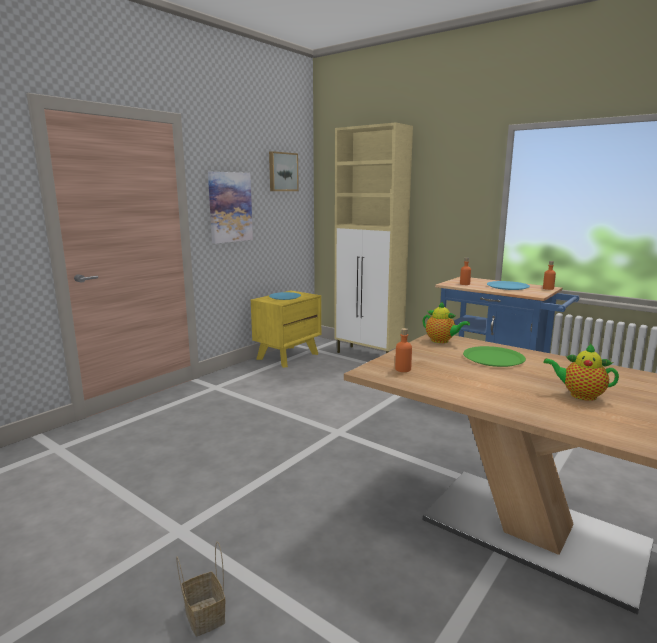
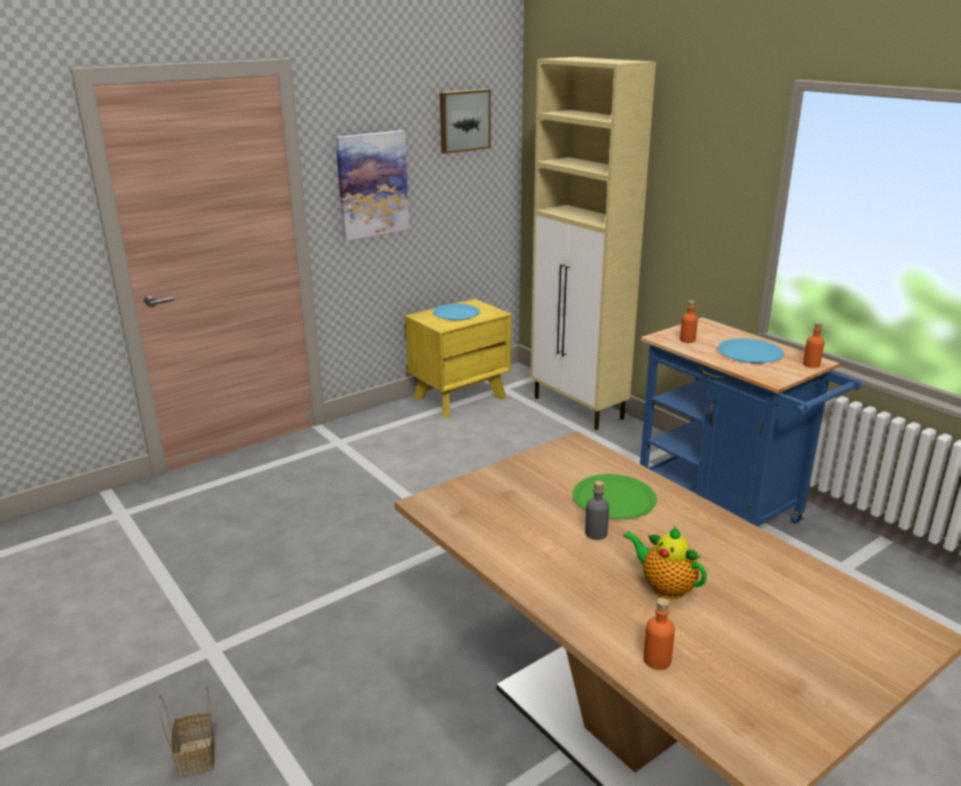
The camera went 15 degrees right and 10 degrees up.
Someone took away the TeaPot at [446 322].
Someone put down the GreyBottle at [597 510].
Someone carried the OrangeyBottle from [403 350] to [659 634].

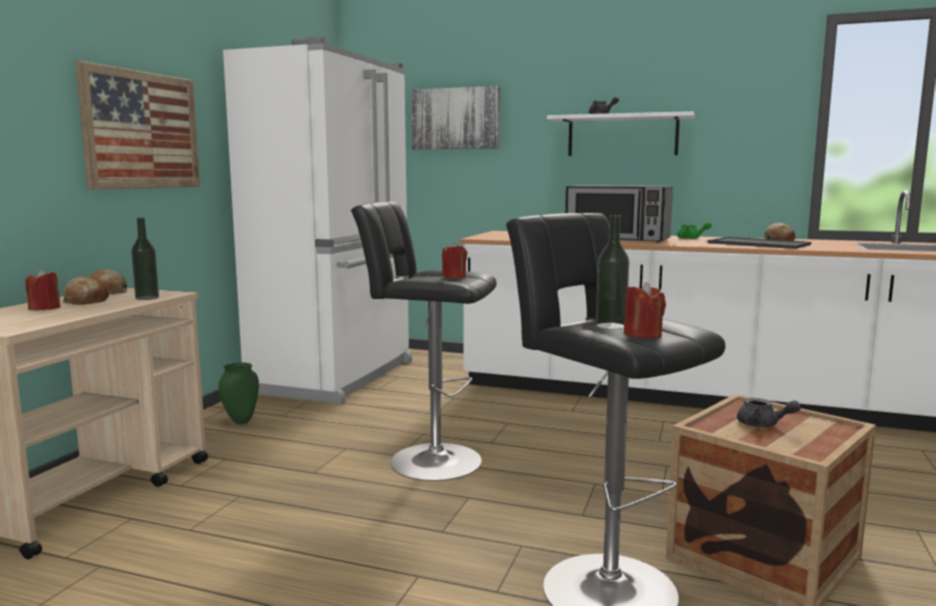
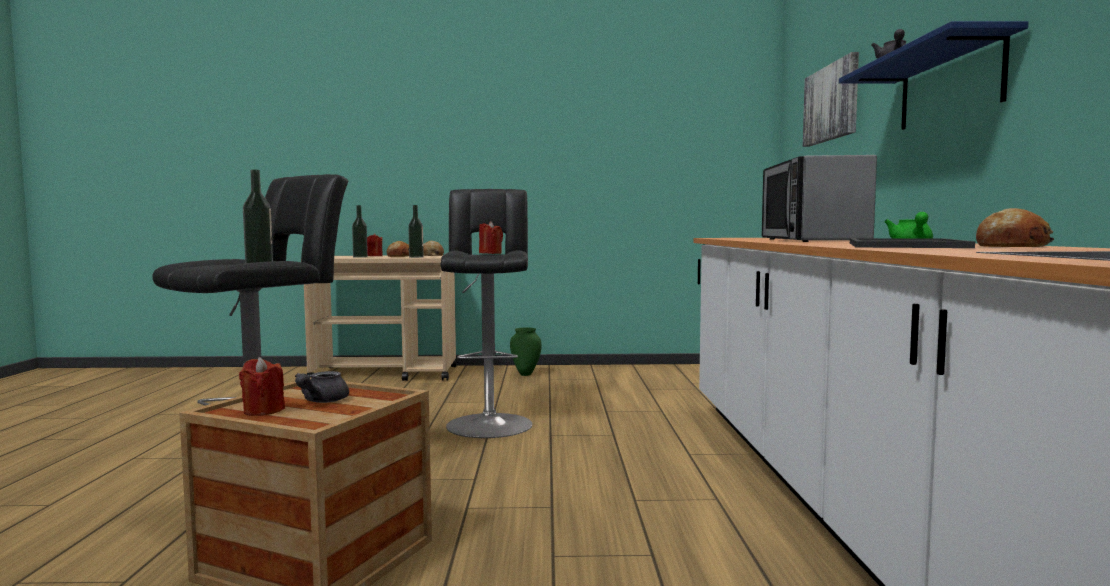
The camera went 70 degrees right and 5 degrees down.
Someone took away the WallPicture at [137 125].
Someone took away the WhitishFridge at [318 220].
Someone put down the Bottle at [360 231].
Someone carried the ReddishWaxLight from [645 310] to [262 386].
Someone repainted the WhitishWallShelf at [621 133], which became the BlueWallShelf at [933 75].

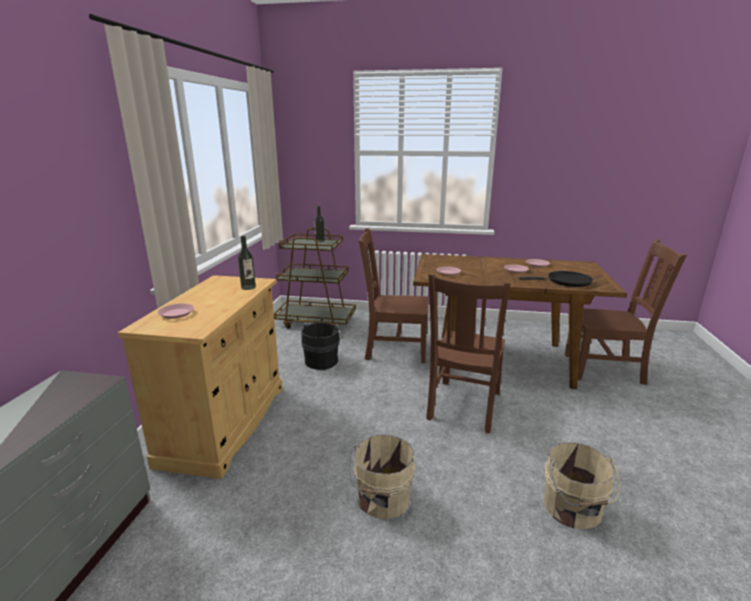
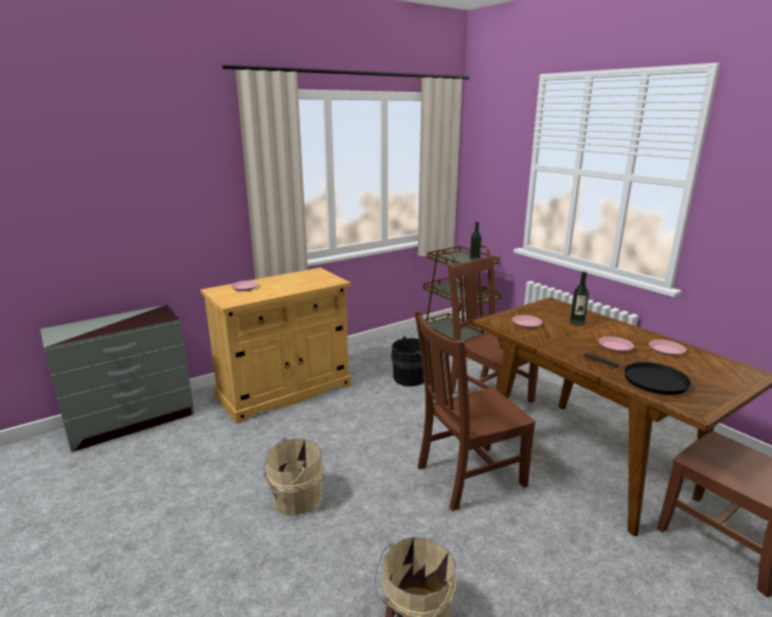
The camera went 45 degrees right and 0 degrees up.
Someone carried the Bottle from [247 263] to [579 298].

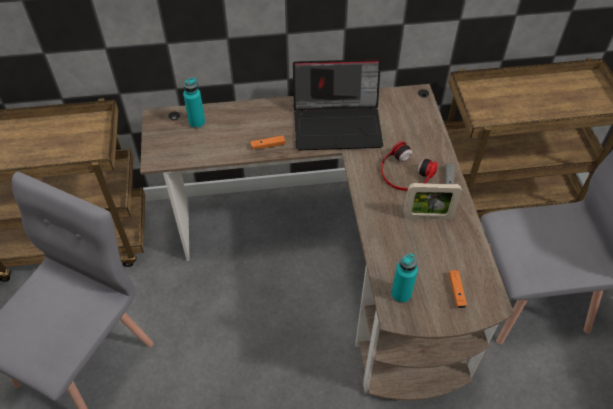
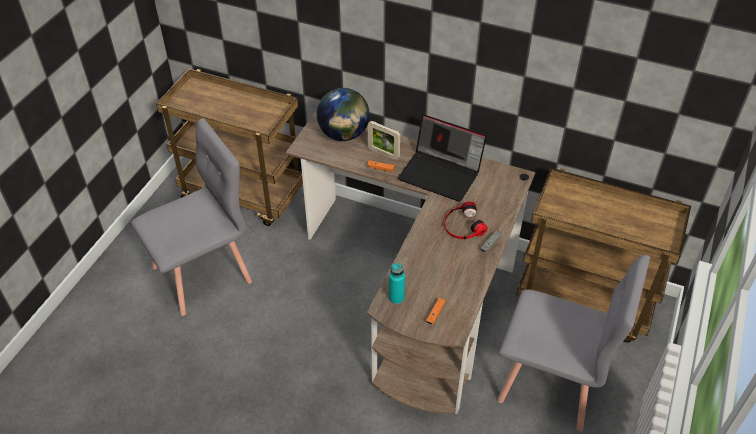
The camera went 30 degrees right and 5 degrees down.
Someone carried the PictureFrame from [432 201] to [384 140].
Someone swapped the TurquoiseColouredBottle at [194 103] for the WorldGlobe at [343 114].

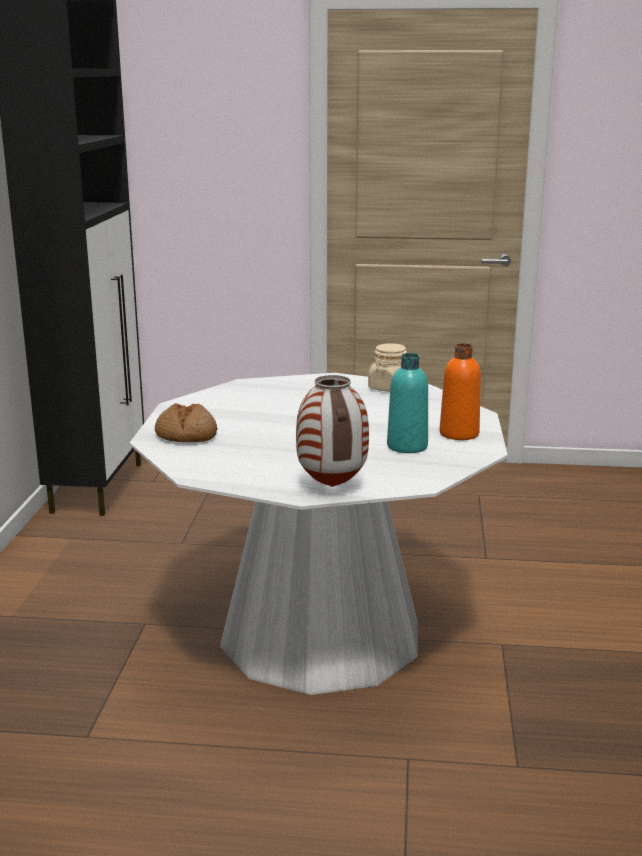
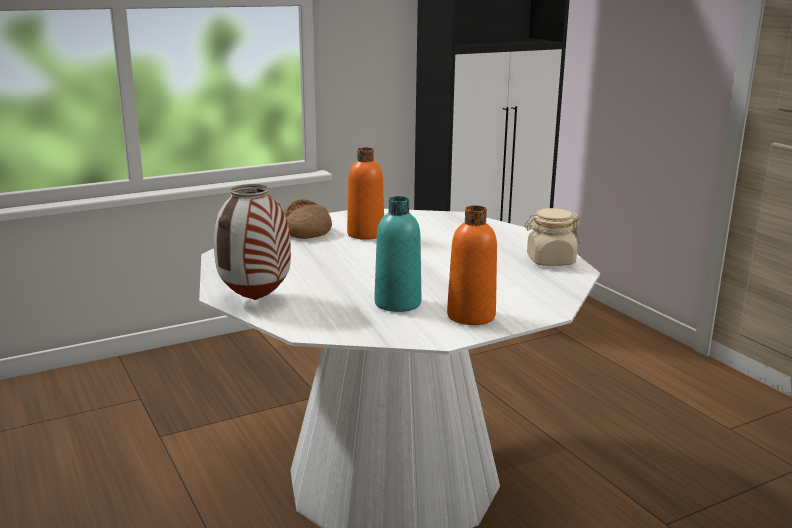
The camera went 55 degrees right and 0 degrees up.
Someone put down the OrangeyBottle at [365 193].

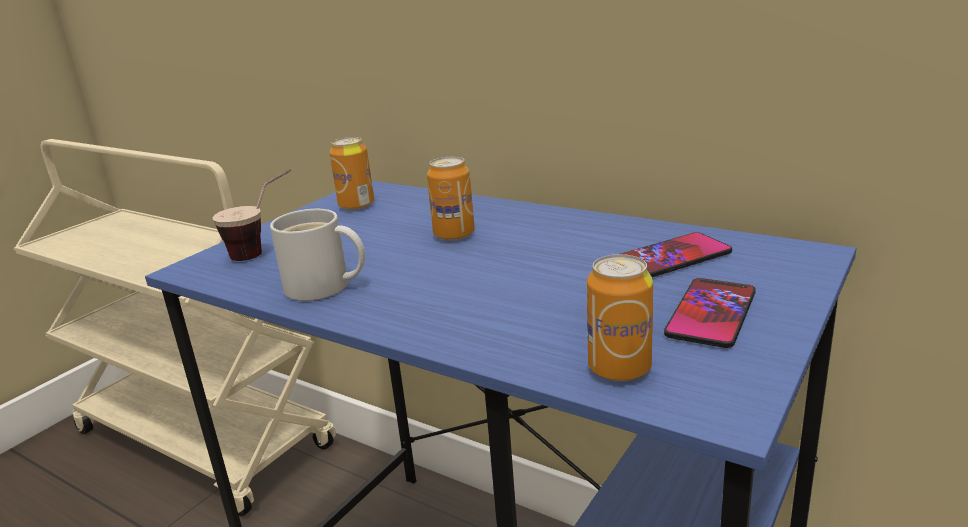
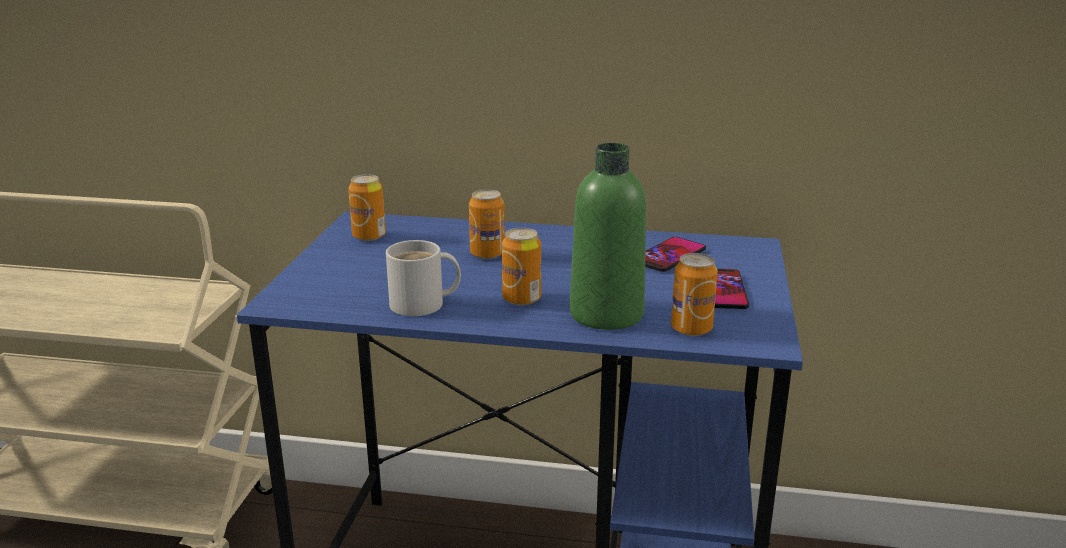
The camera went 25 degrees left and 0 degrees up.
Someone took away the Cup at [252 215].
Someone put down the Can at [521 267].
Someone put down the GreenishBottle at [607 236].

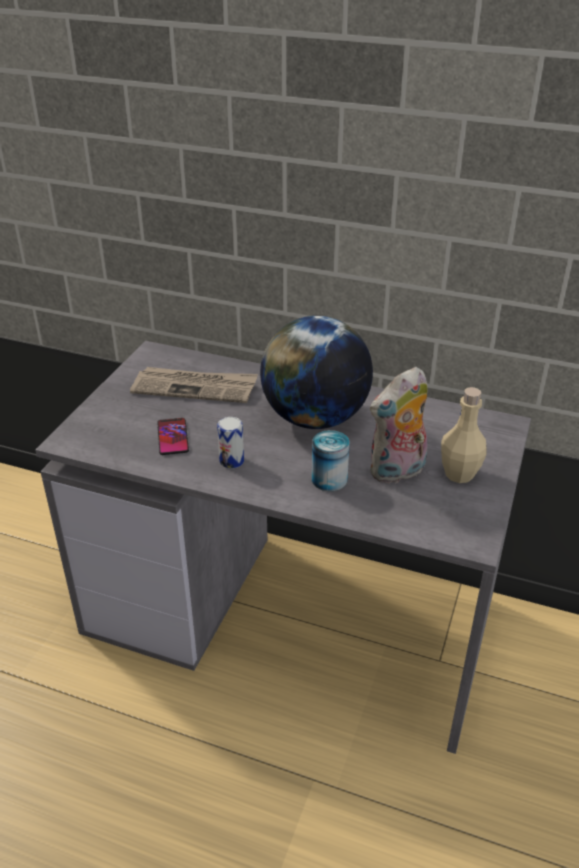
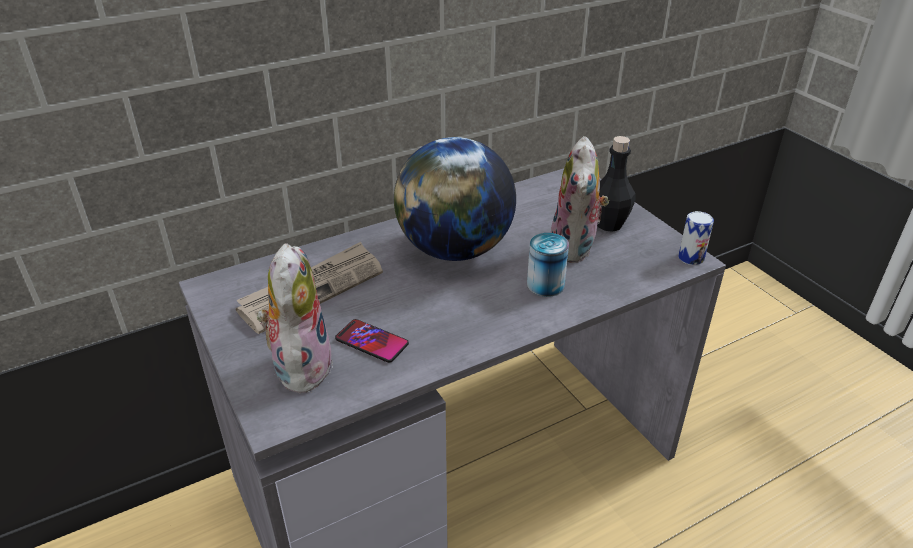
The camera went 50 degrees left and 0 degrees up.
Someone put down the CuddlyToy at [295 319].
Someone carried the Can from [230 443] to [696 238].
Someone repainted the BeigeColouredBottle at [464 435], which became the BlackColouredBottle at [616 184].

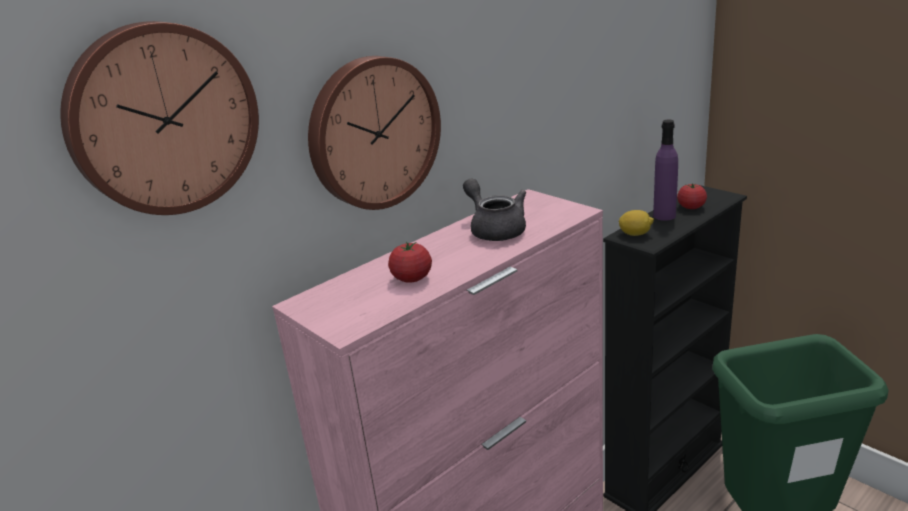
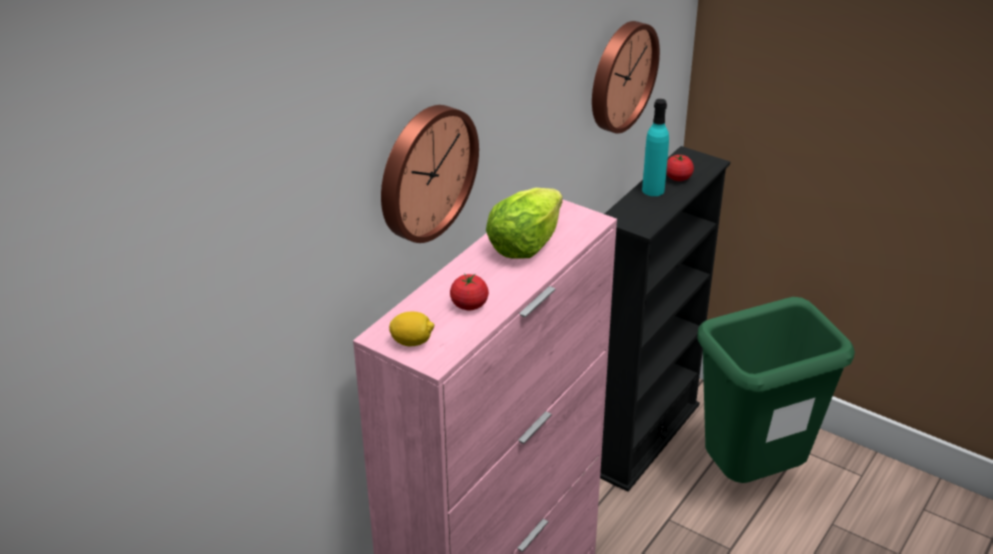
The camera went 15 degrees left and 10 degrees up.
Someone carried the ClockOnTheWall from [159 118] to [626 77].
Someone carried the CitrusFruit from [636 223] to [411 329].
Someone swapped the GreyTeaPot at [494 209] for the HeadOfLettuce at [524 223].
Someone repainted the PurpleBottle at [665 170], which became the TurquoiseColouredBottle at [655 147].

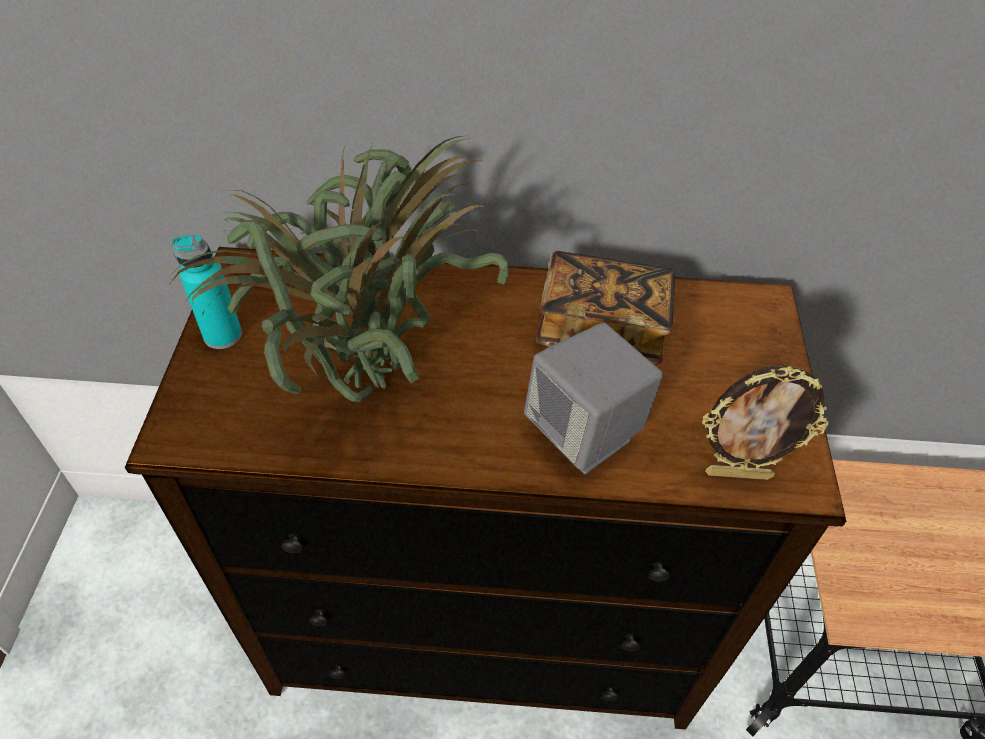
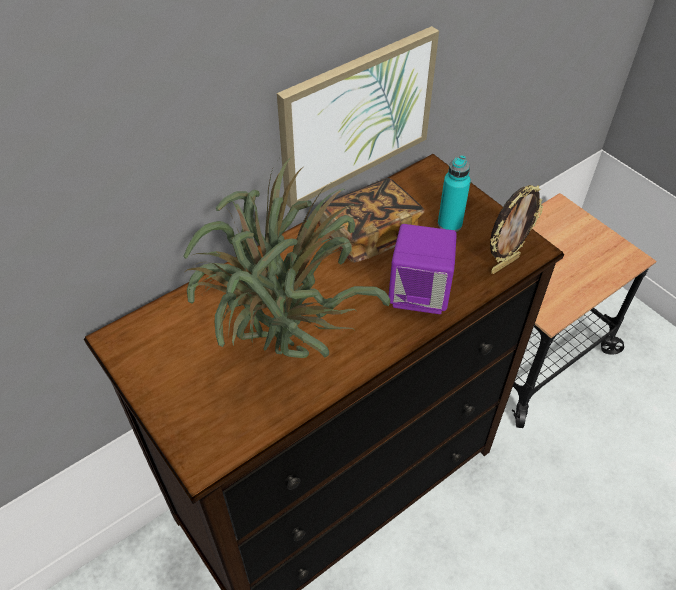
The camera went 40 degrees left and 0 degrees up.
Someone put up the WallPicture at [358 117].
Someone carried the TurquoiseColouredBottle from [207 291] to [454 193].
Someone repainted the GreySpeaker at [593 398], which became the PurpleSpeaker at [423 269].

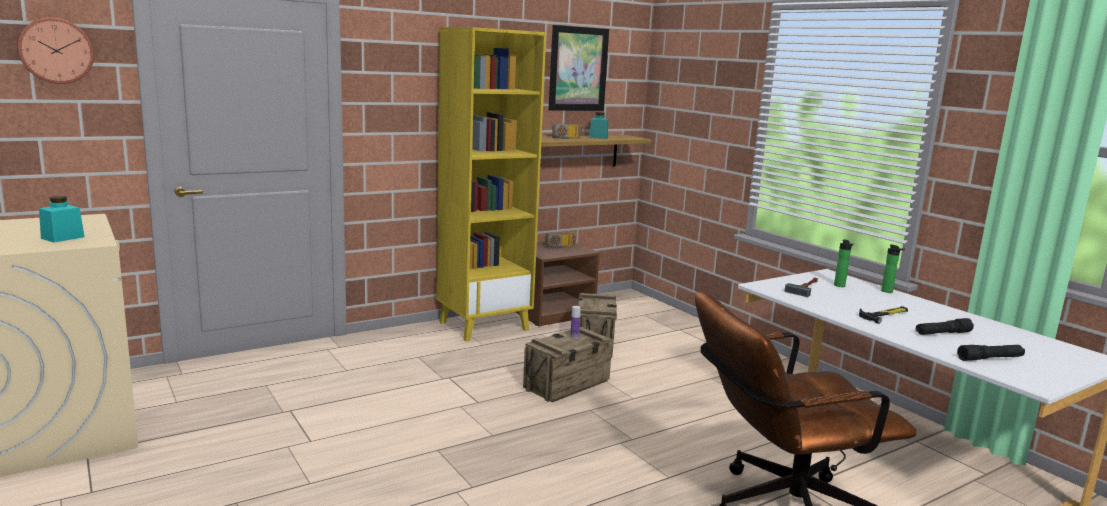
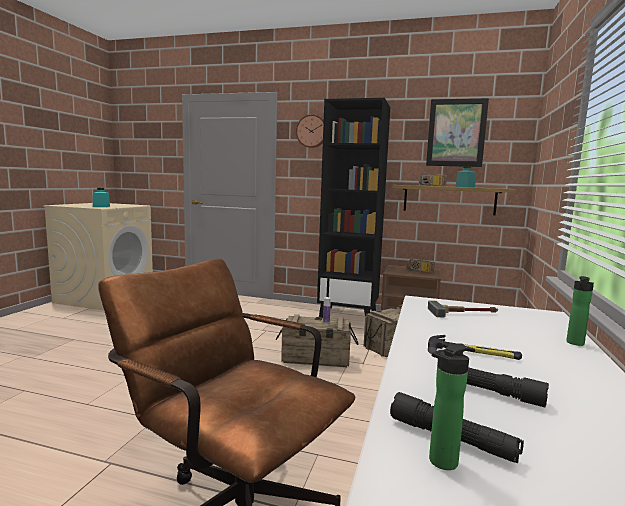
The camera went 50 degrees right and 5 degrees down.
Someone carried the ClockOnTheWall from [56 50] to [310 131].
Someone carried the Bottle from [843 263] to [449 406].
Someone repainted the YellowColouredBookshelf at [491 184], which became the BlackColouredBookshelf at [353 208].

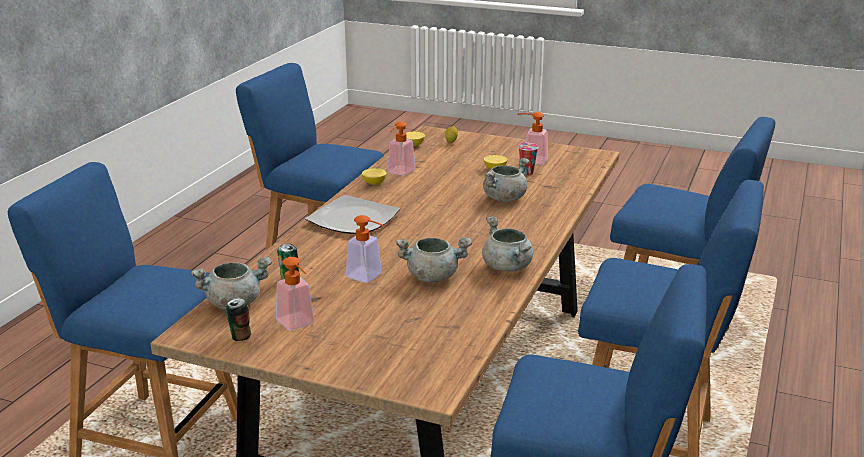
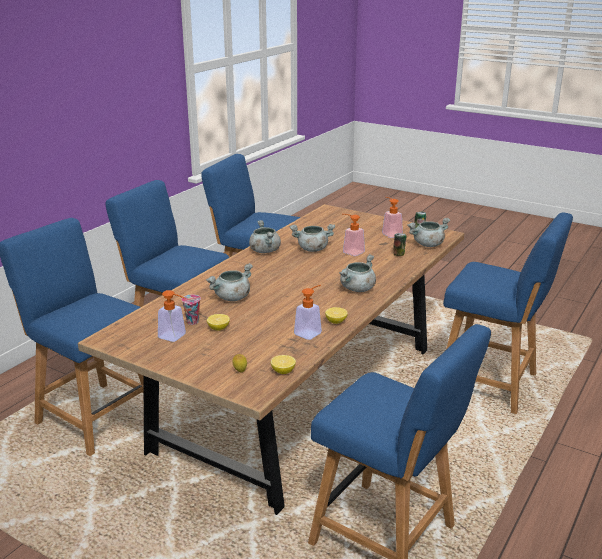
The camera went 170 degrees left and 0 degrees up.
Someone swapped the DinnerPlate at [352 214] for the GreyCookingPot at [357 273].

